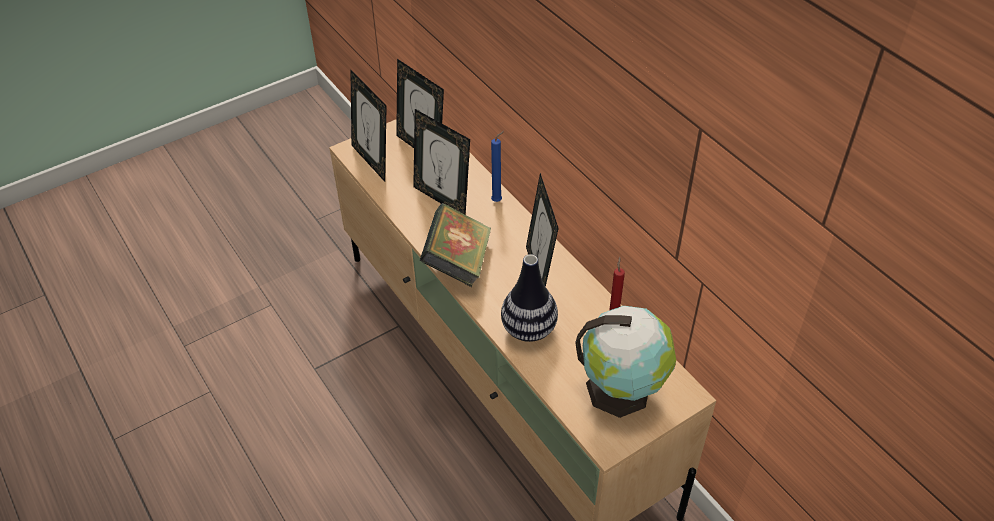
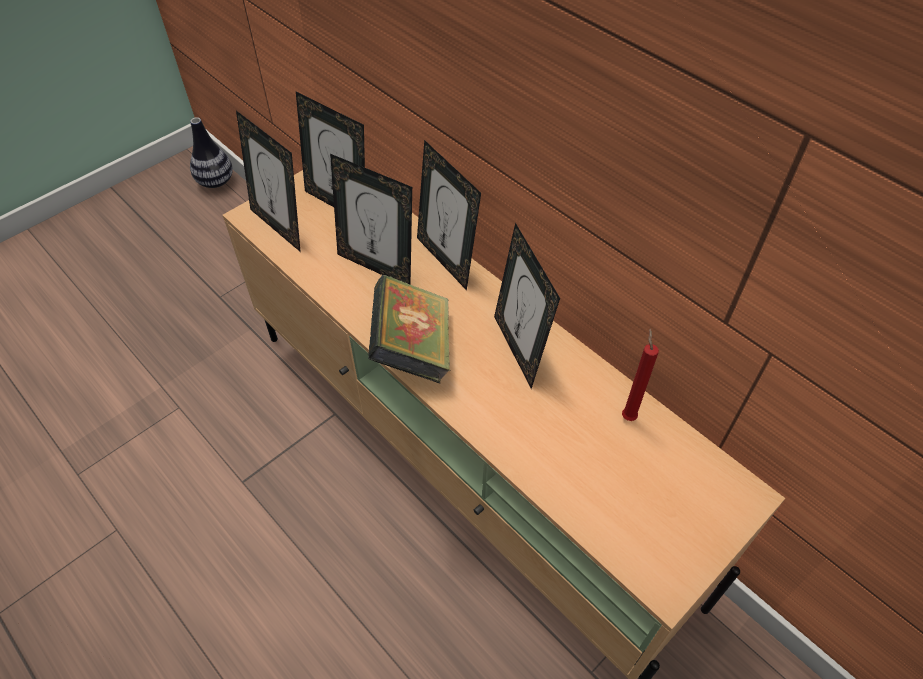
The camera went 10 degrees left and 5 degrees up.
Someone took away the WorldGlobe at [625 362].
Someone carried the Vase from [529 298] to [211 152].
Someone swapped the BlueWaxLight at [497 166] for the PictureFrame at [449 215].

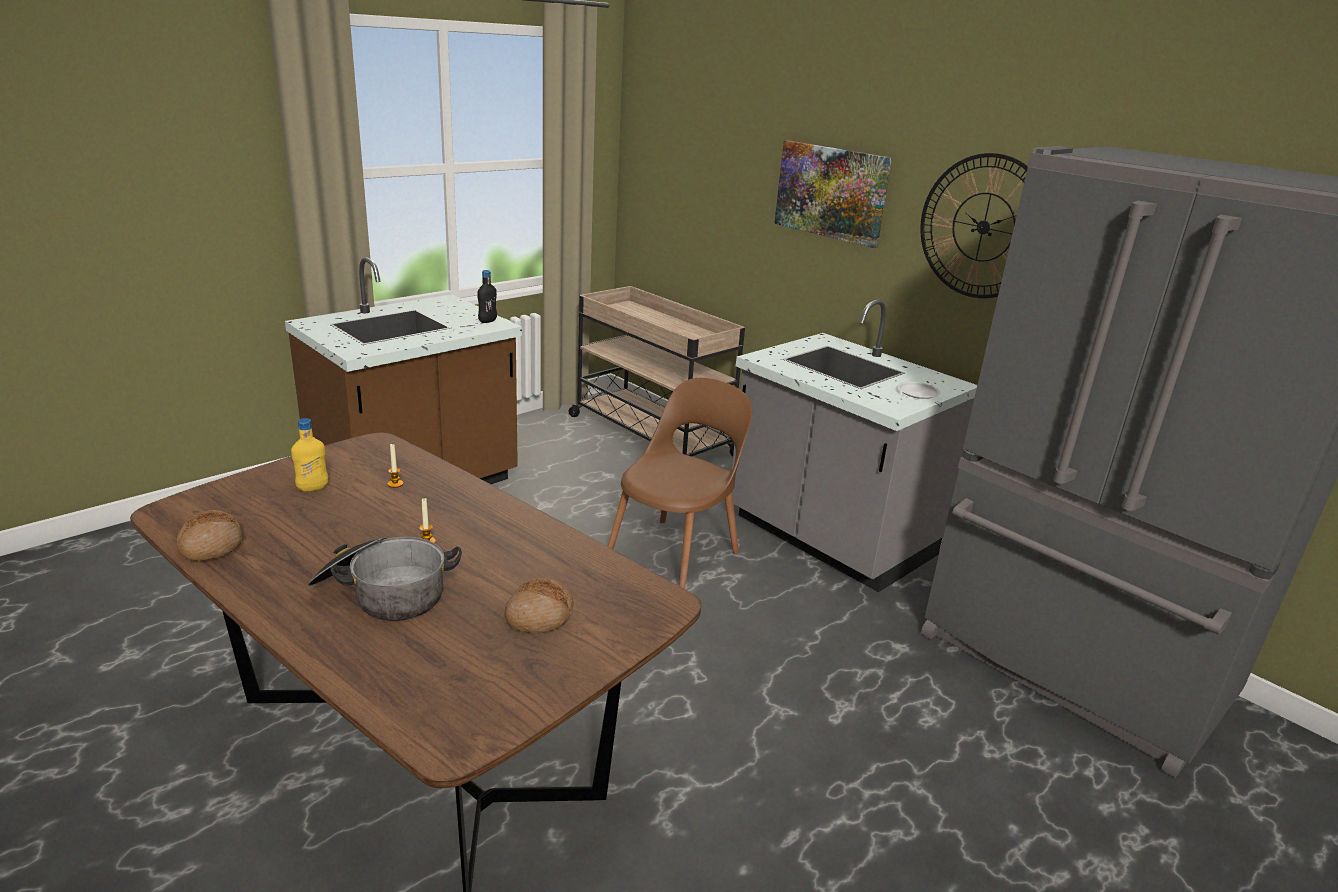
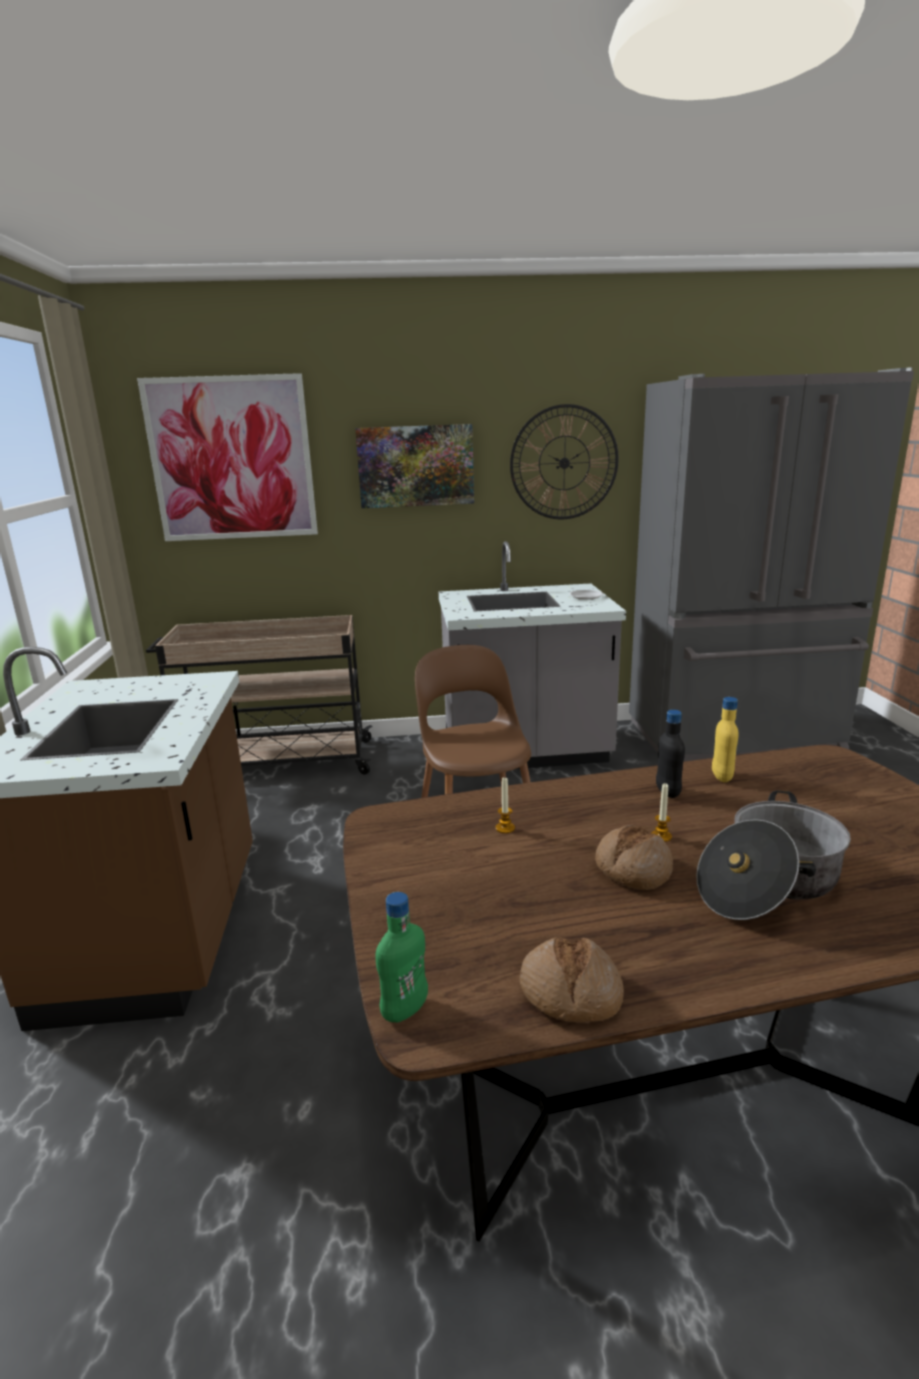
The camera went 50 degrees left and 5 degrees down.
Someone put up the WallPicture at [227 457].
Someone put down the GreenishBottle at [401 957].
Someone carried the YellowColouredBottle from [310 455] to [725 739].
Someone carried the BlackColouredBottle from [487 296] to [670 754].
Someone carried the BakedBread from [539 606] to [634 857].

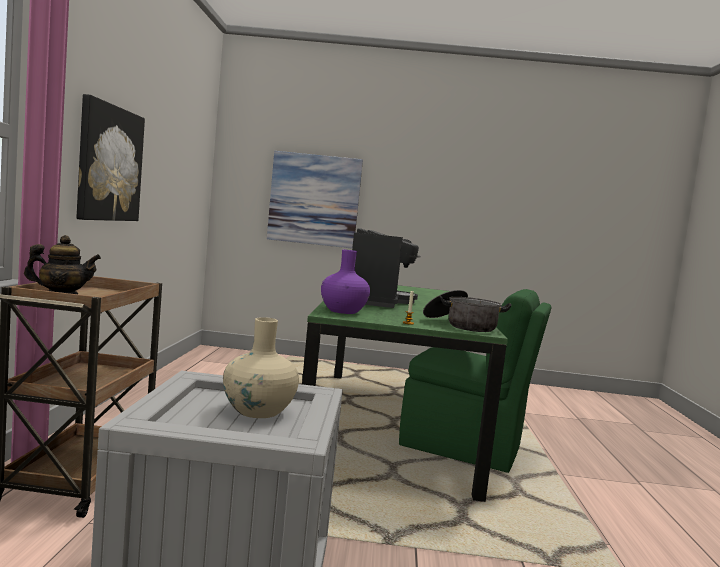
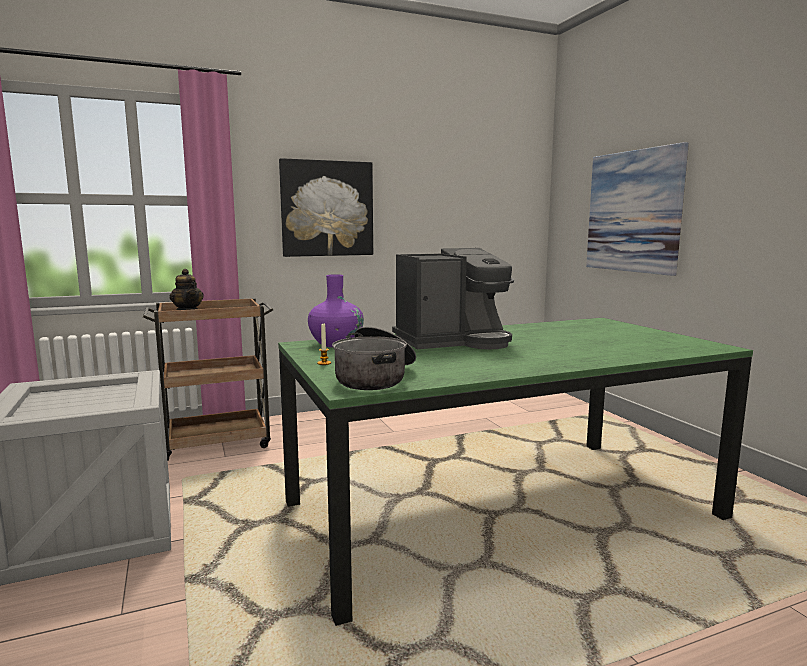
The camera went 65 degrees right and 5 degrees up.
Someone took away the BeigeColouredVase at [261 367].
Someone took away the GreenishPlainChair at [475 381].

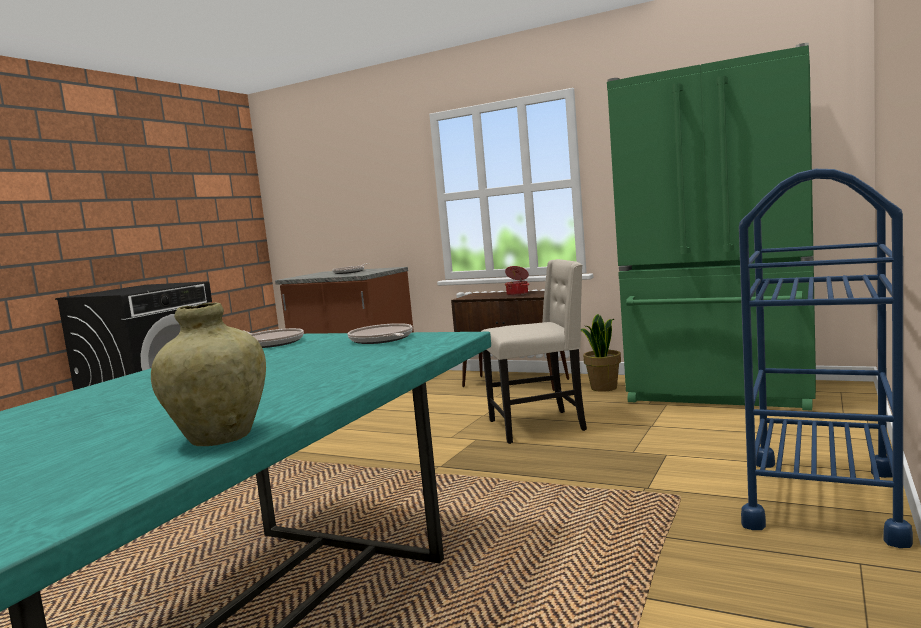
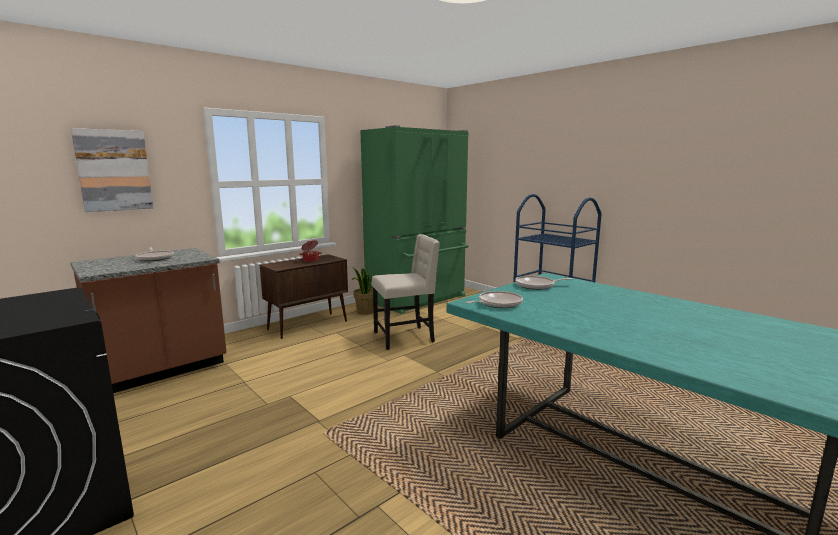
The camera went 70 degrees left and 5 degrees up.
Someone took away the BeigeColouredVase at [208 374].
Someone put up the WallPicture at [112 170].
Someone rotated the BeigeColouredPlainChair at [534 351] by 60 degrees clockwise.

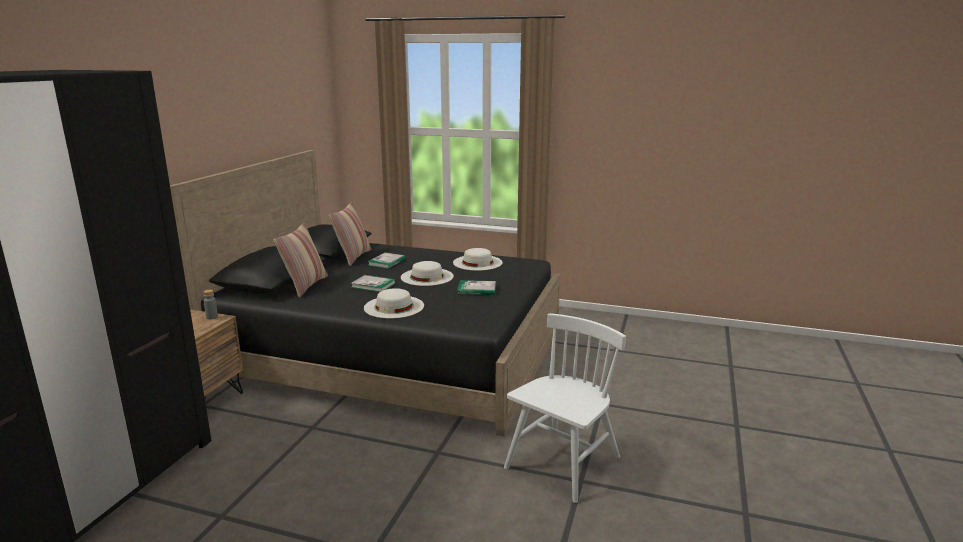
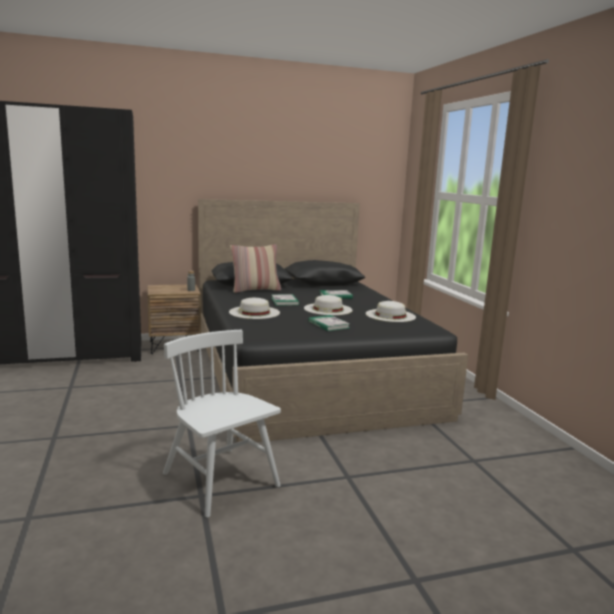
The camera went 55 degrees right and 5 degrees down.
Someone took away the ThrowPillow at [350 234].
Someone rotated the WhitishPlainChair at [565 408] by 135 degrees counterclockwise.

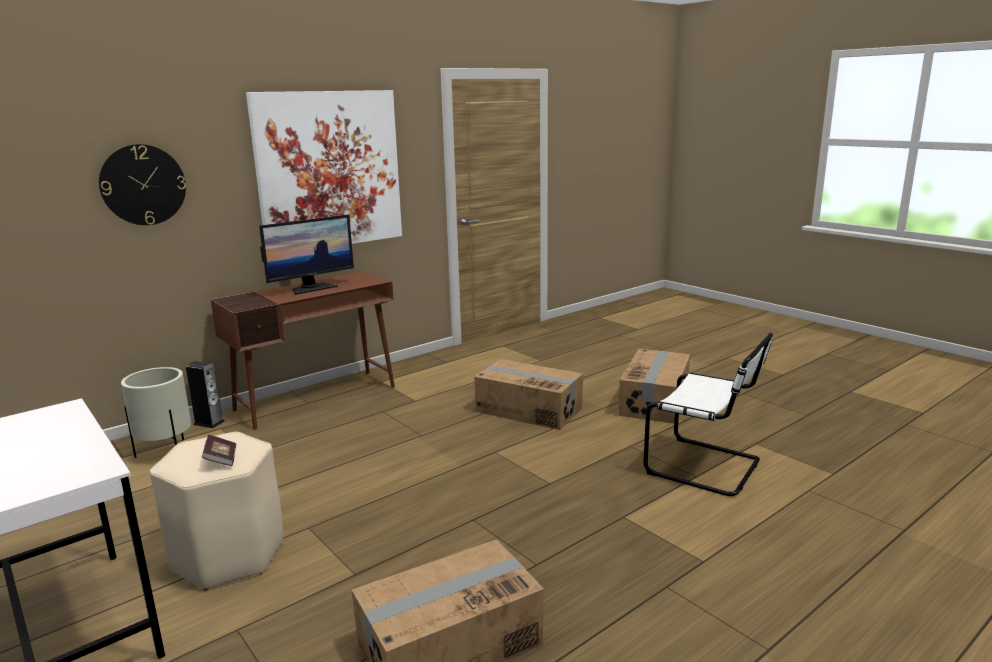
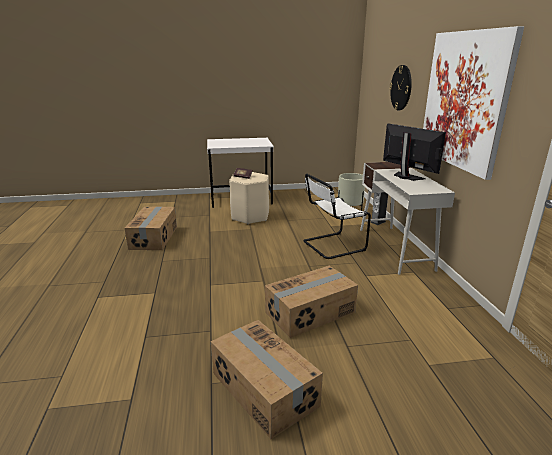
The camera went 120 degrees right and 5 degrees up.
Someone carried the WhitishPlainChair from [708 414] to [337 216].
Someone repainted the BrownDeskTable at [303 351], which became the WhitishDeskTable at [407 218].
Someone rotated the ComputerDisplay at [306 254] by 150 degrees clockwise.

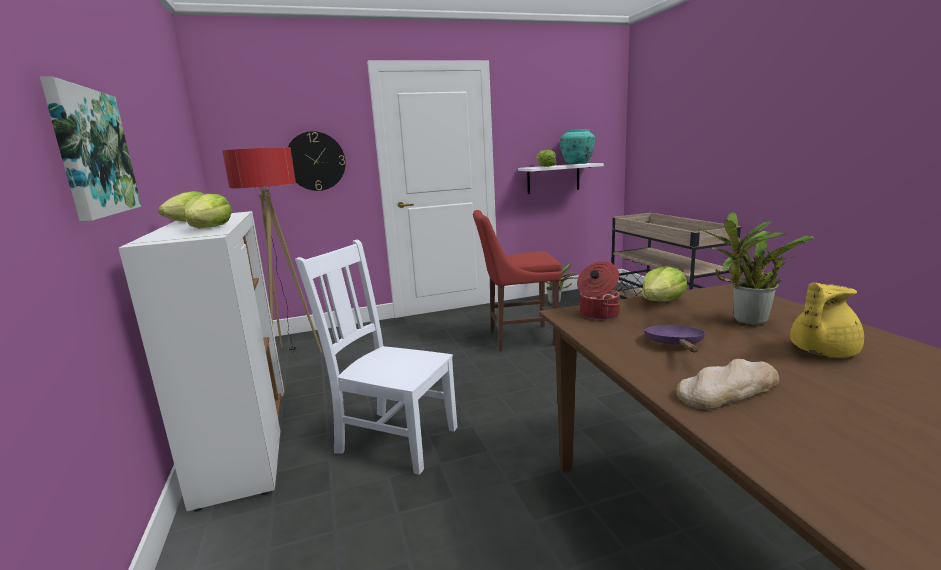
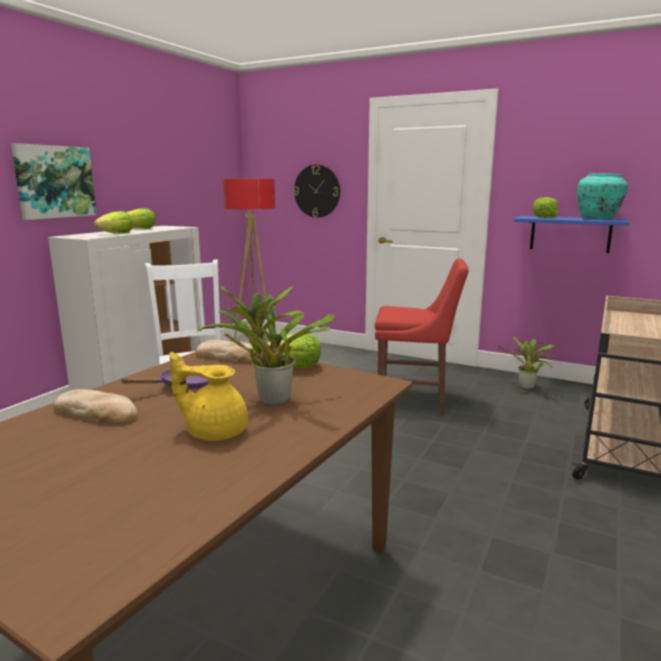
The camera went 45 degrees right and 0 degrees up.
Someone swapped the CookingPot at [598 290] for the BakedBread at [229 351].
Someone repainted the WhitishWallShelf at [561 178], which became the BlueWallShelf at [571 234].
Someone rotated the ReddishPlainChair at [517 280] by 150 degrees clockwise.

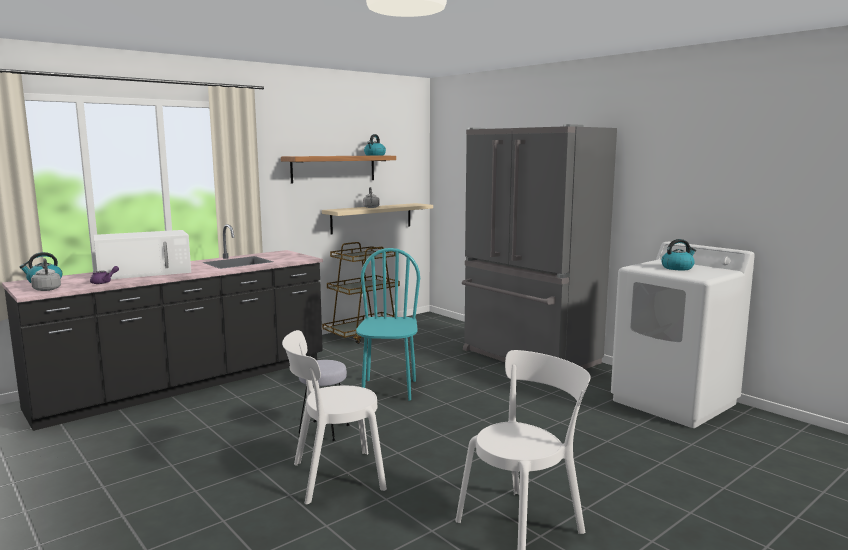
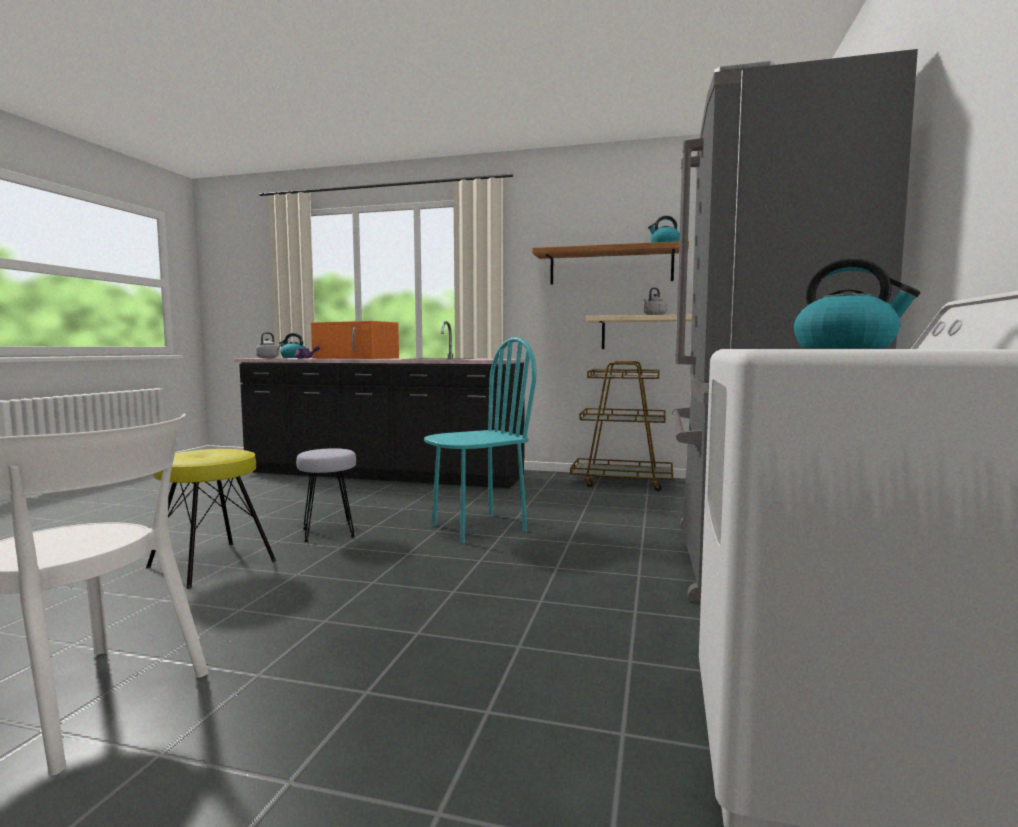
The camera went 55 degrees right and 5 degrees down.
Someone swapped the WhitishPlainChair at [334 417] for the YellowColouredStool at [211 519].
Someone repainted the WhitishKitchenMicrowave at [142 254], which became the OrangeyKitchenMicrowave at [355 340].

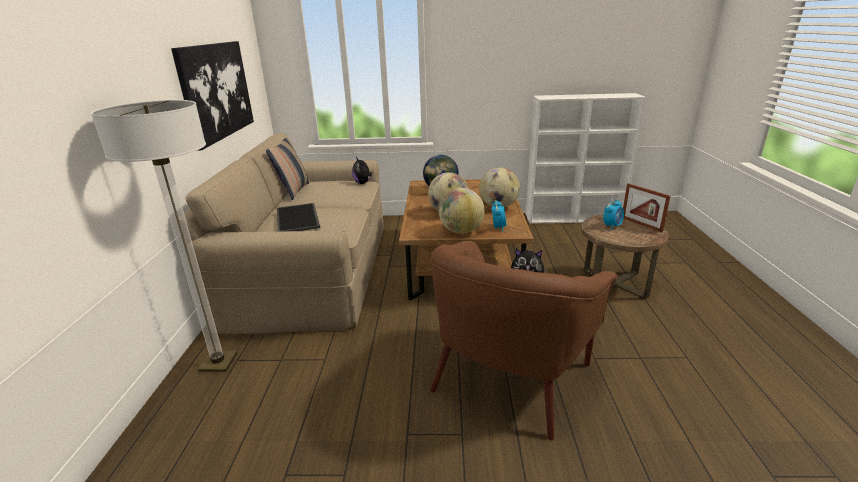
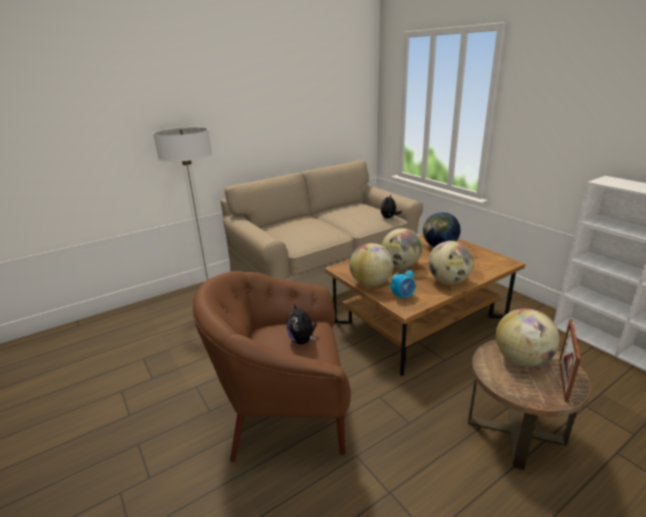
The camera went 55 degrees right and 0 degrees up.
Someone took away the WallPicture at [212 96].
Someone took away the ThrowPillow at [288 168].
Someone took away the CarryingTray at [298 217].
Someone swapped the AlarmClock at [613 214] for the WorldGlobe at [528 337].

